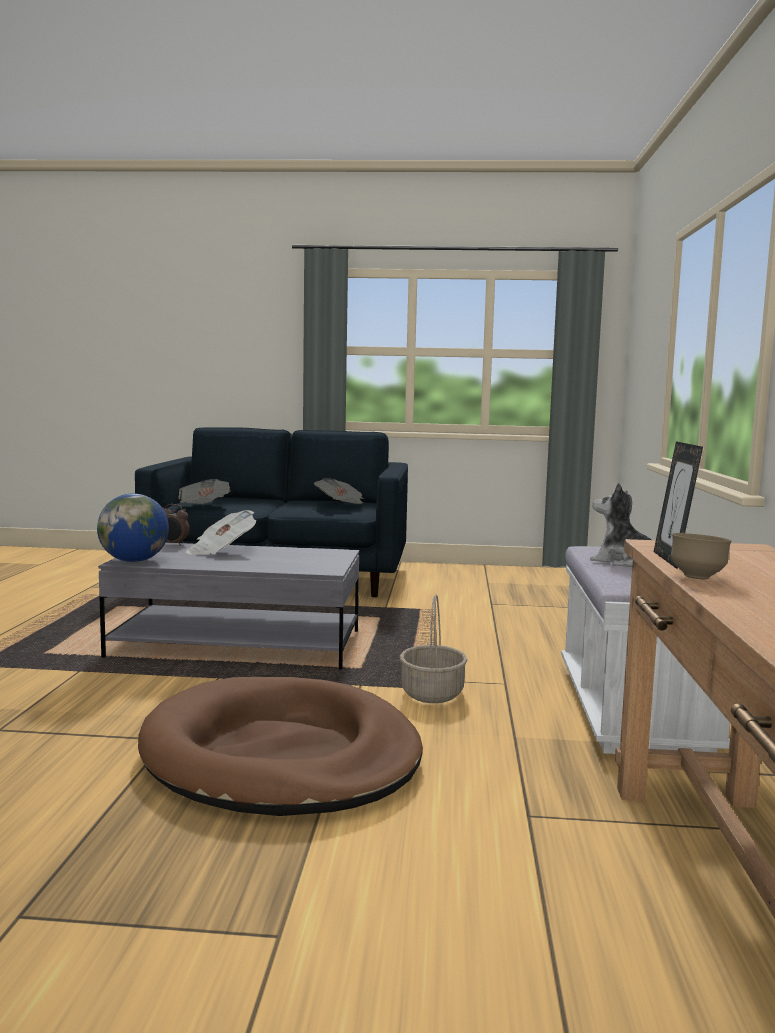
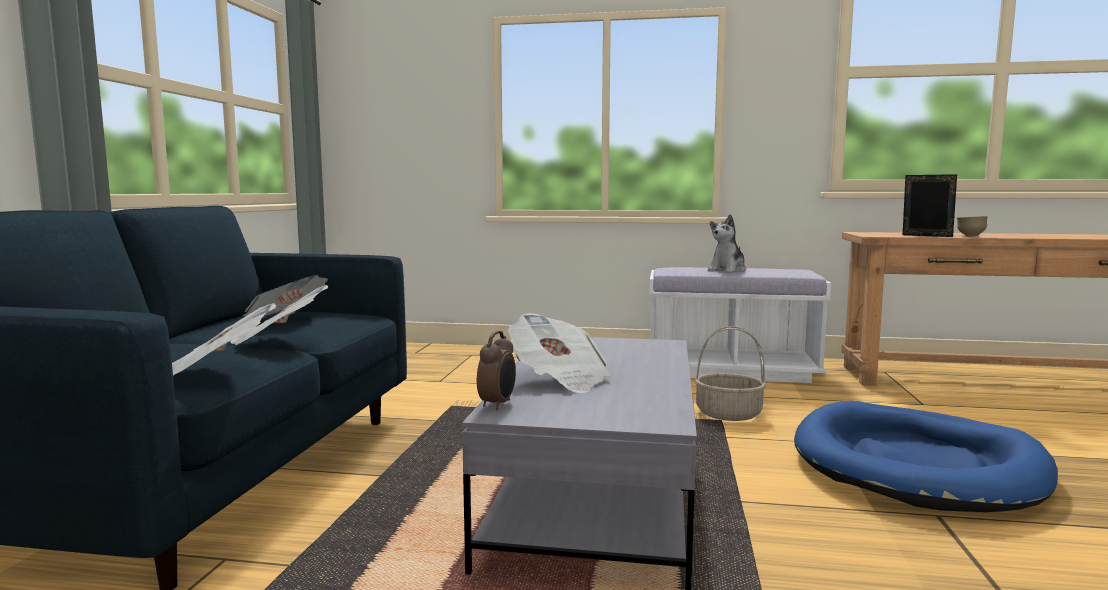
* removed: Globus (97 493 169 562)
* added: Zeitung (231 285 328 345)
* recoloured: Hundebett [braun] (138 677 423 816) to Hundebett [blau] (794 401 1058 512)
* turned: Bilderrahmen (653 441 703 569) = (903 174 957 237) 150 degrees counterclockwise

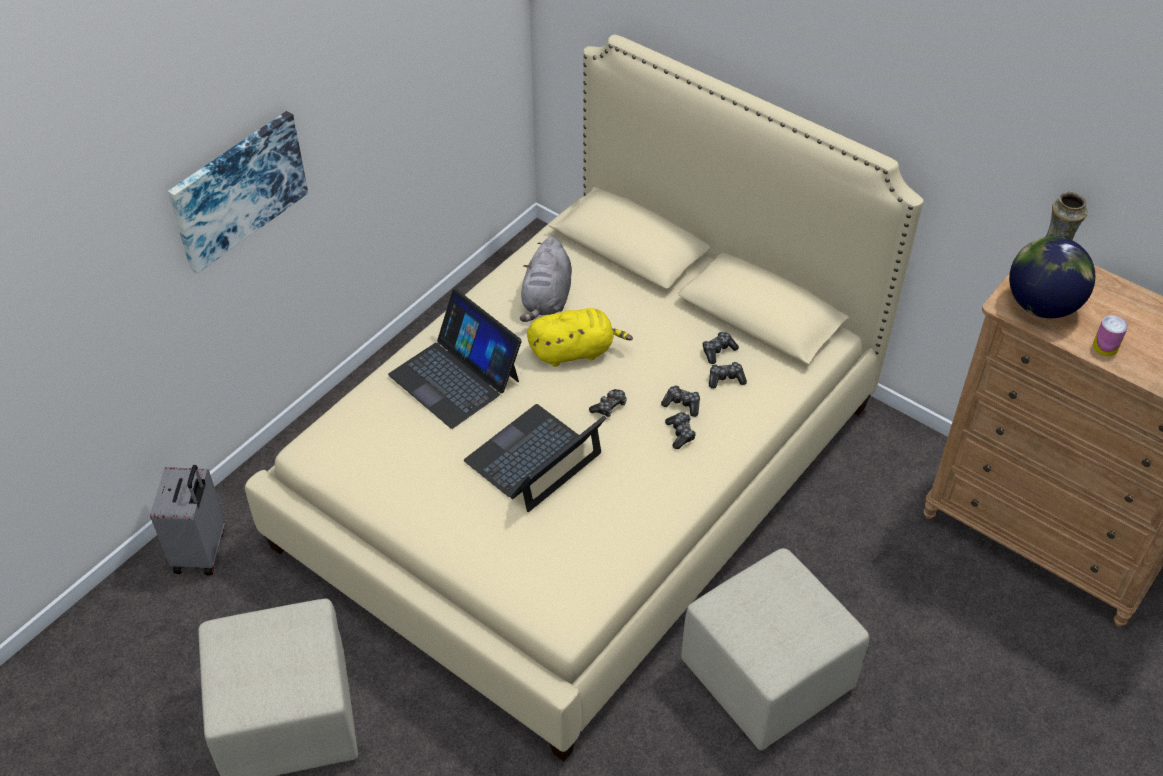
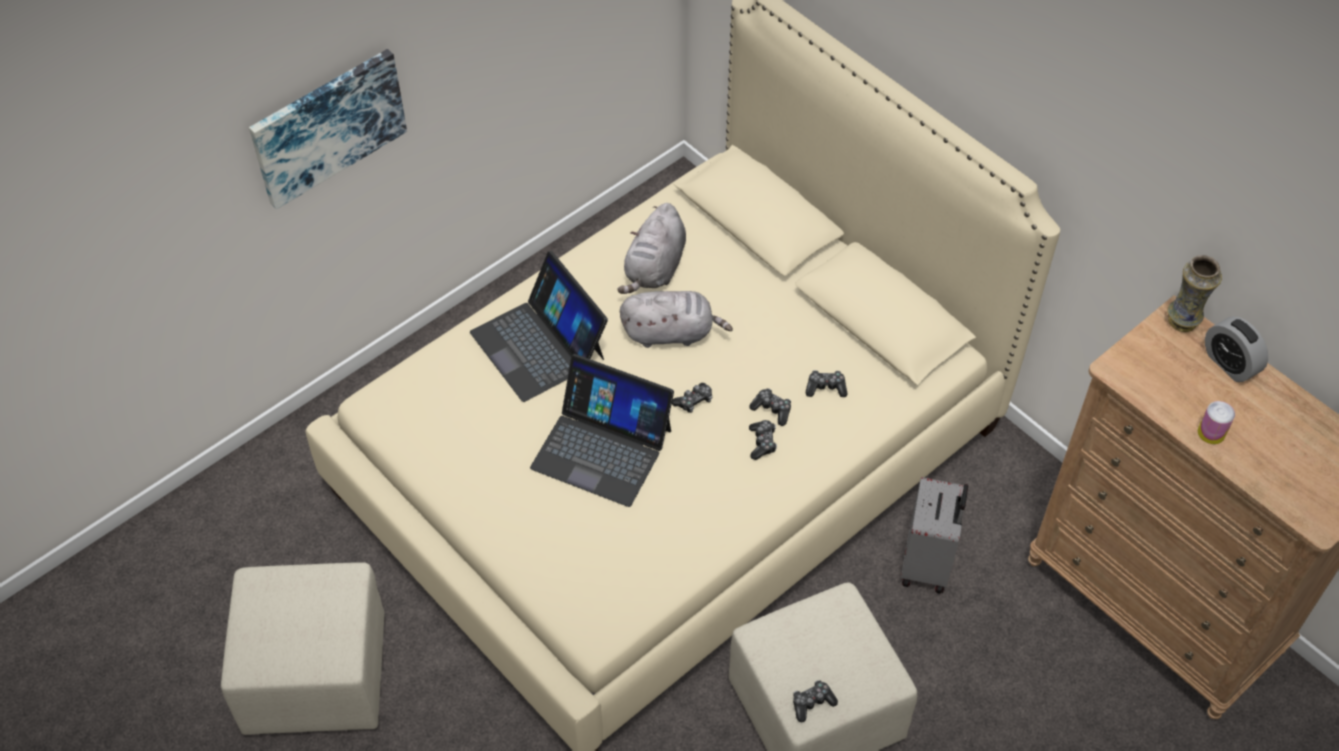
* removed: Globus (1009 236 1095 318)
* added: Wecker (1205 316 1268 382)
* moved: Koffer [grau] (150 465 225 575) to (901 477 968 594)
* moved: Gamepad (703 332 739 364) to (793 680 838 723)
* recoloured: Plüschtier [gelb] (527 308 633 367) to Plüschtier [grau] (620 291 733 348)
* turned: Laptop (464 404 606 512) = (530 354 674 507) 120 degrees counterclockwise

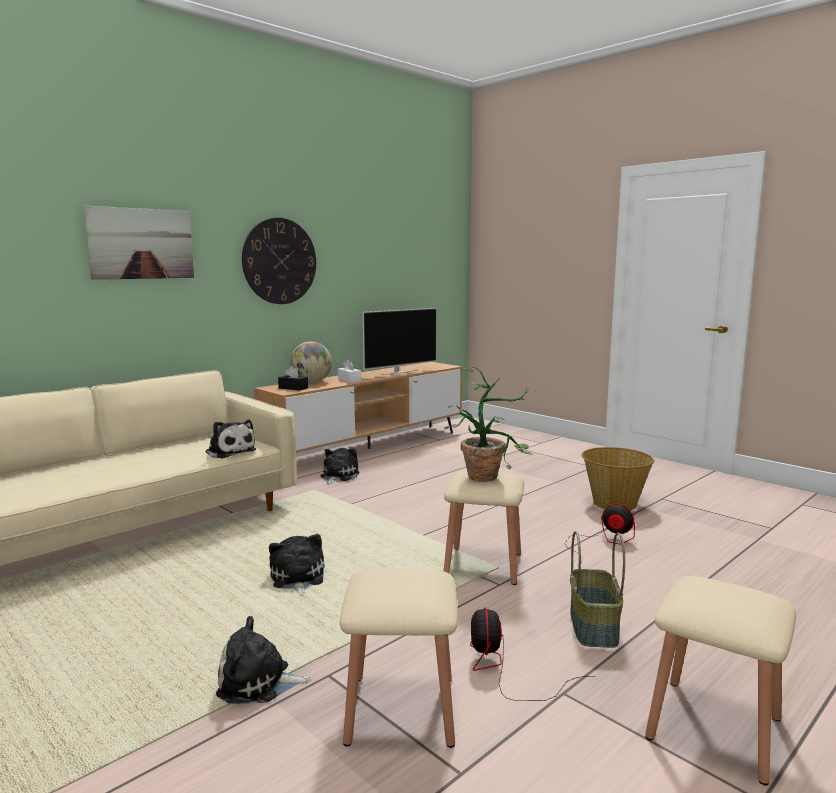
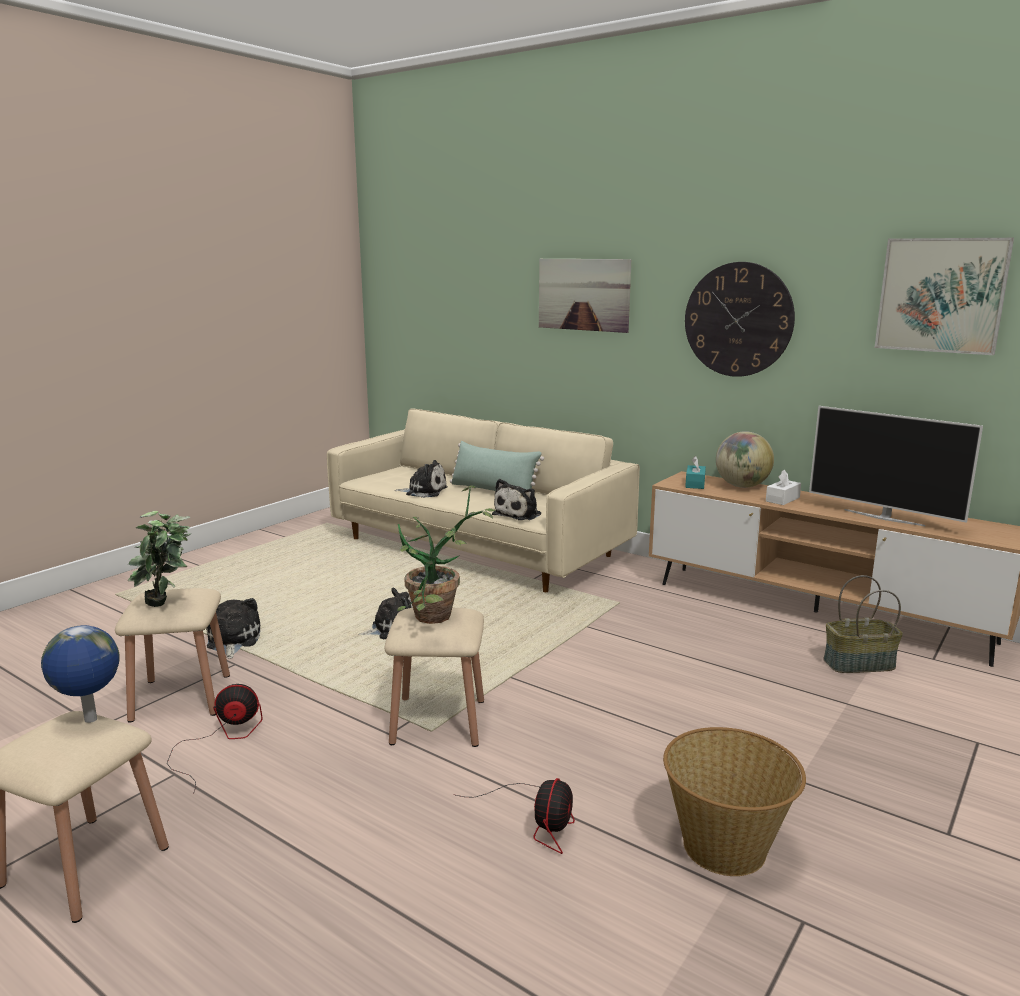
* added: Globus (41 625 120 723)
* added: Topfpflanze (128 511 191 607)
* added: Kissen [grün] (450 441 544 491)
* added: Bild (874 238 1014 355)
* moved: Plüschtier (320 448 360 485) to (394 460 448 498)
* moved: Korb (570 531 625 648) to (823 575 903 673)
* recoloured: Taschentuchbox [schwarz] (278 366 308 391) to Taschentuchbox [türkis] (685 456 706 489)

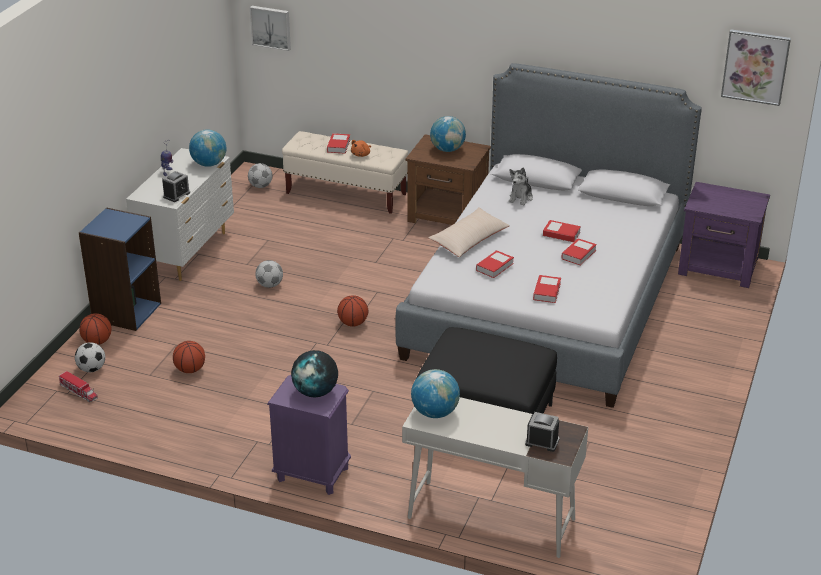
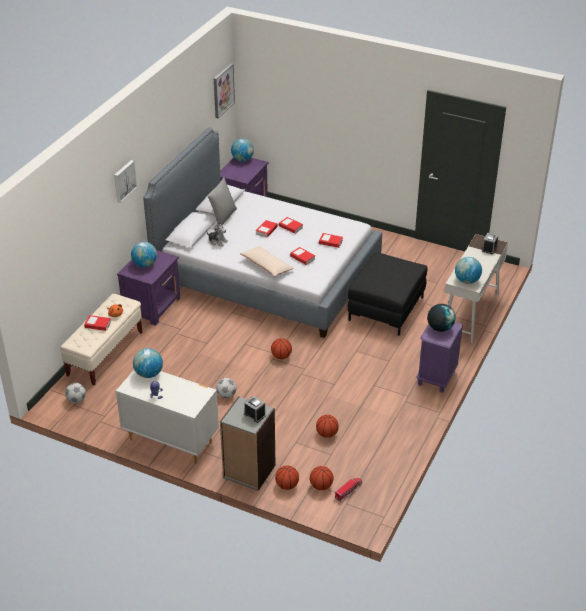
* added: Kissen [grau] (208 178 237 226)
* added: Globus (231 139 254 162)
* moved: Wecker (162 171 190 202) to (244 396 266 423)
* moved: Bild (250 6 291 51) to (114 160 137 203)
* replaced: Fußball (75 342 105 372) to Basketball (310 466 334 490)
* recoloured: Bücherregal [blau] (79 207 161 331) to Bücherregal [grau] (220 396 275 491)
* recoloured: Nachttisch [braun] (405 134 491 225) to Nachttisch [lila] (117 250 180 326)

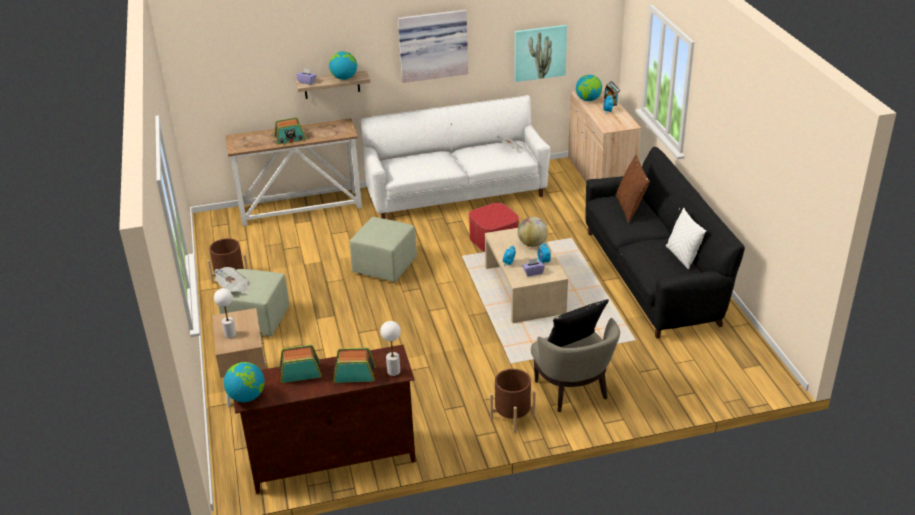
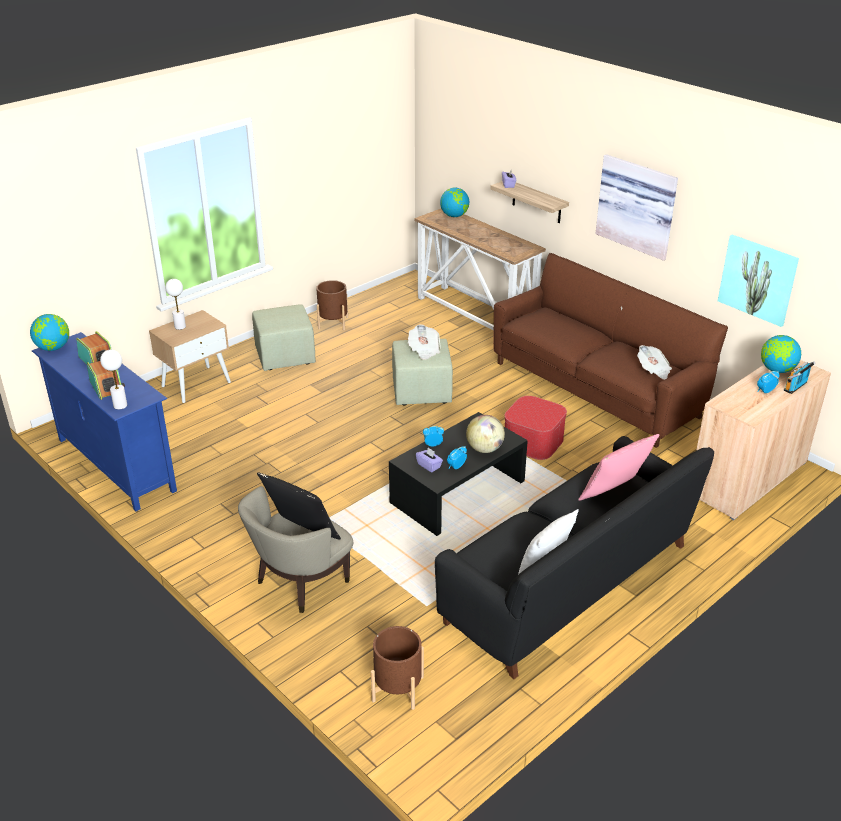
* removed: Radio (274 117 306 145)
* moved: Zeitung (214 267 249 293) to (408 324 441 360)
* moved: Globus (329 51 357 80) to (440 188 469 217)
* moved: Pflanzkübel [braun] (490 369 536 433) to (371 626 424 710)
* recoloured: Fernsehschrank [braun] (234 345 416 494) to Fernsehschrank [blau] (32 332 177 511)
* recoloured: Sofa [weiß] (360 95 550 219) to Sofa [braun] (493 253 728 448)
* recoloured: Couchtisch [beige] (485 228 568 323) to Couchtisch [schwarz] (389 412 528 536)
* recoloured: Kissen [braun] (616 155 650 223) to Kissen [rosa] (578 434 659 501)

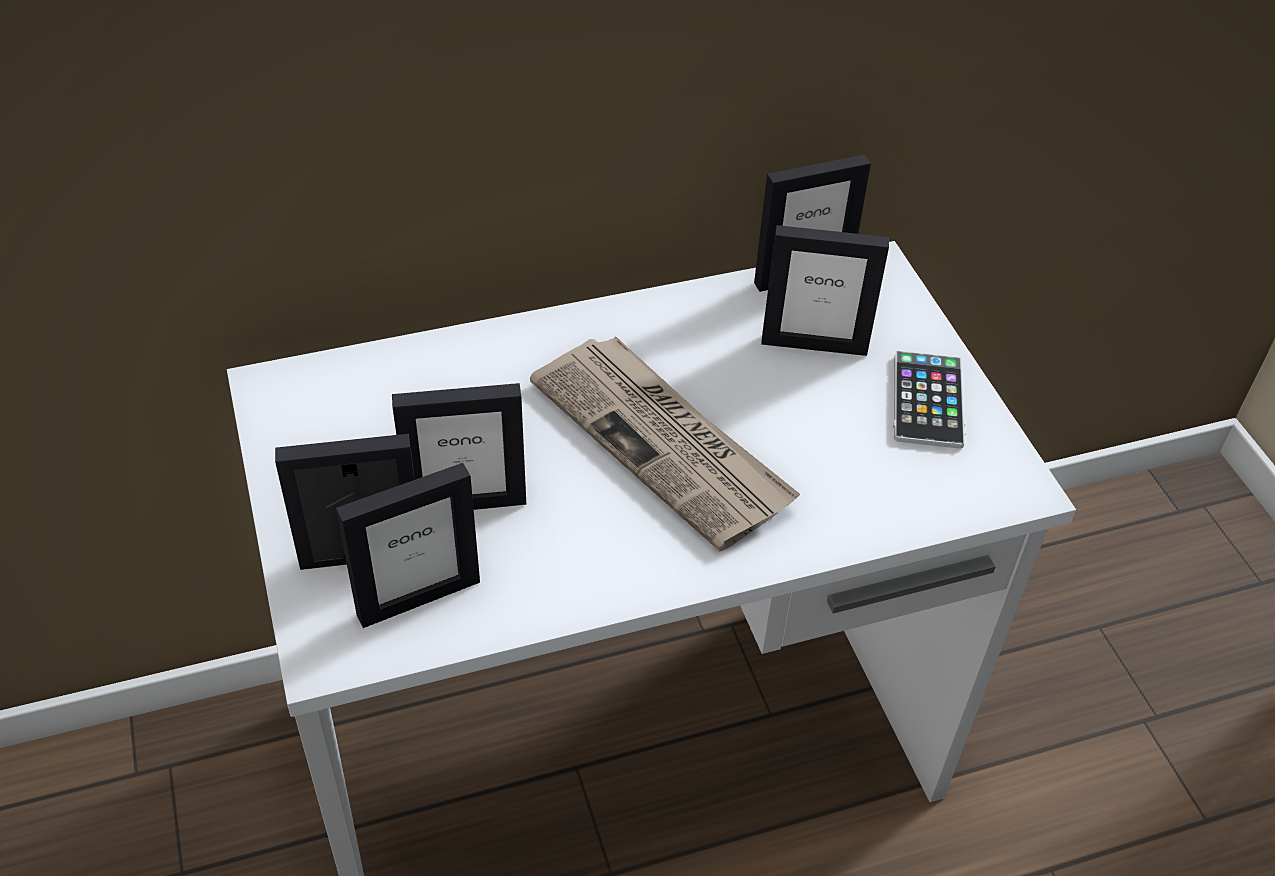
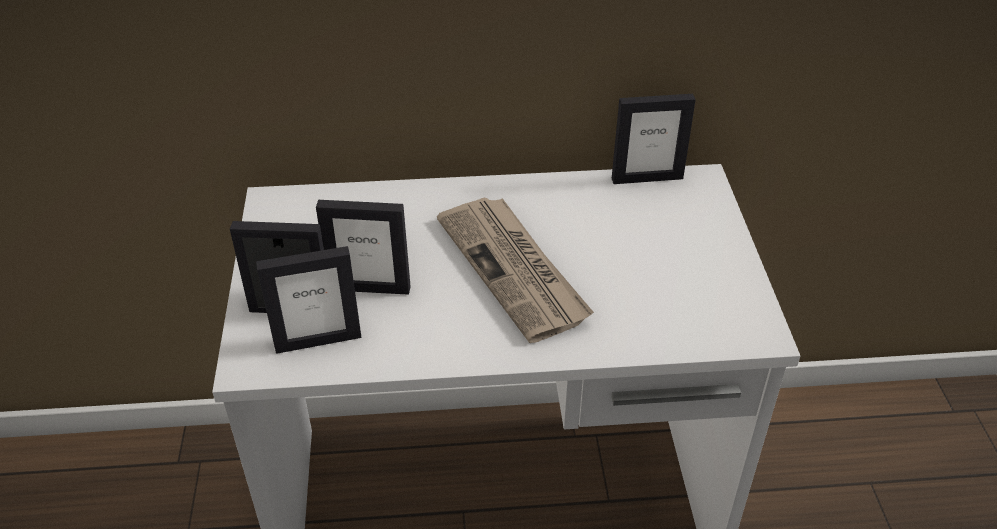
* removed: Bilderrahmen (761 225 889 356)
* removed: Handy (893 350 966 449)

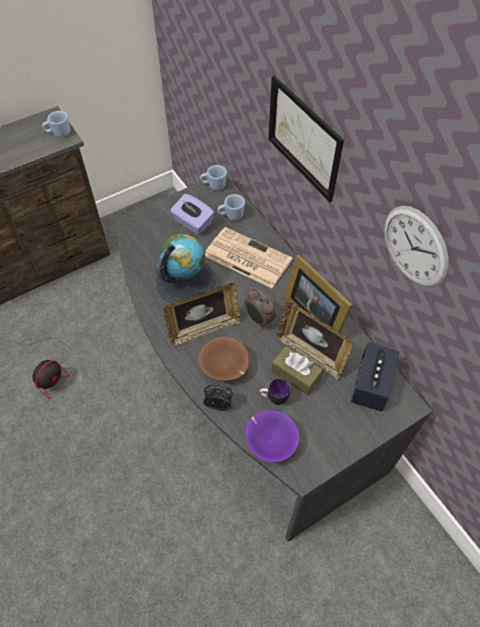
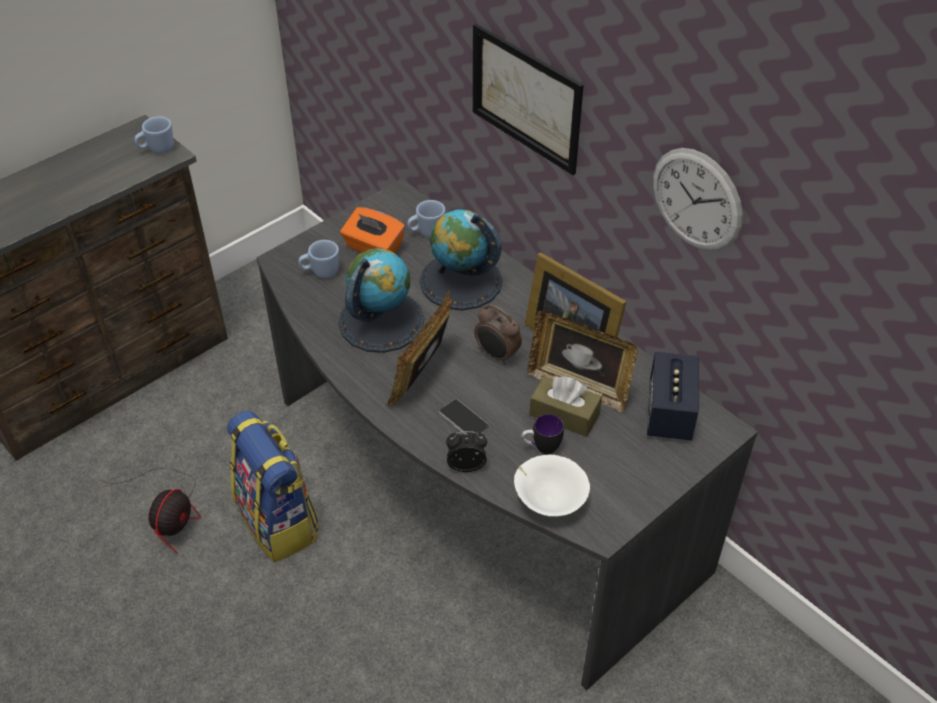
* added: Rucksack (227 410 319 562)
* moved: Henkelbecher [blau] (200 165 227 191) to (299 240 339 279)
* replaced: Schüssel [braun] (199 337 249 381) to Handy (439 399 490 435)
* replaced: Zeitung (205 227 292 288) to Globus (420 209 503 310)
* recoloured: Taschentuchbox [lila] (170 194 215 235) to Taschentuchbox [orange] (340 207 405 253)
* recoloured: Schüssel [lila] (245 410 299 462) to Schüssel [weiß] (514 455 590 517)
* turned: Bilderrahmen (163 283 241 346) = (386 291 452 406) 150 degrees clockwise

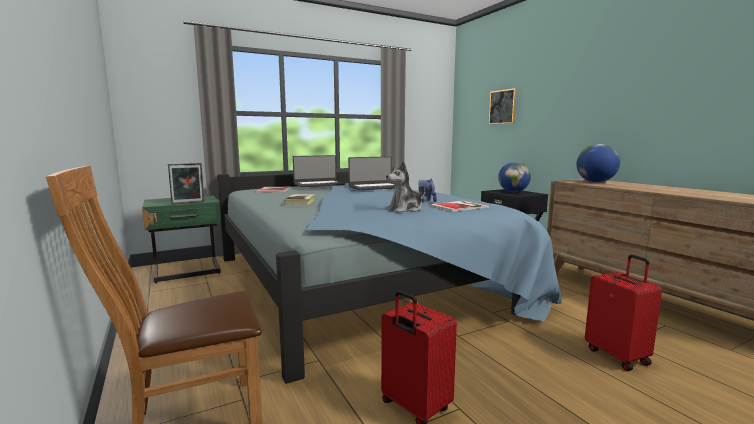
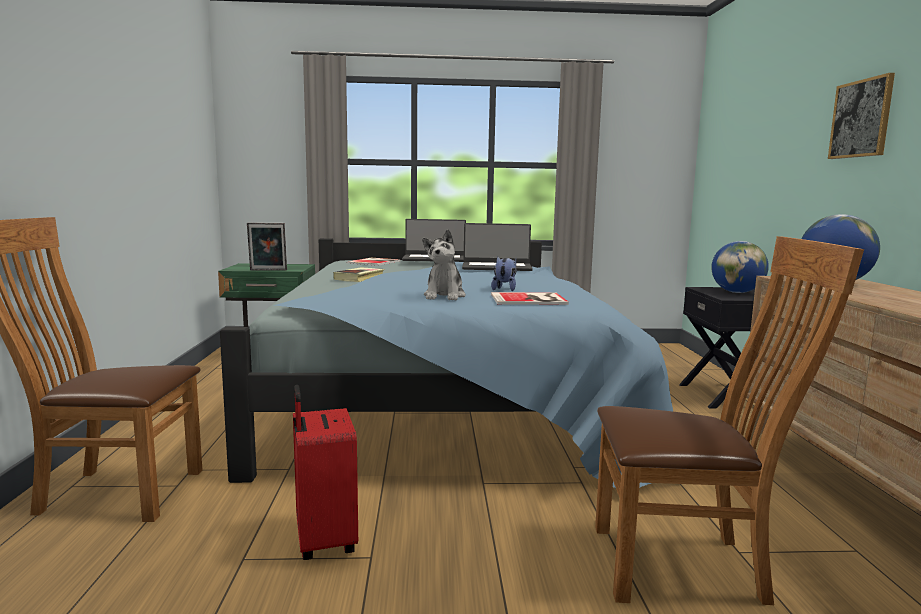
* moved: Bild (489 88 517 124) to (828 73 895 159)
* replaced: Koffer [rot] (585 254 662 371) to Stuhl [braun] (595 236 864 605)
* turned: Plüschtier (386 162 425 213) = (422 229 466 300) 75 degrees counterclockwise

